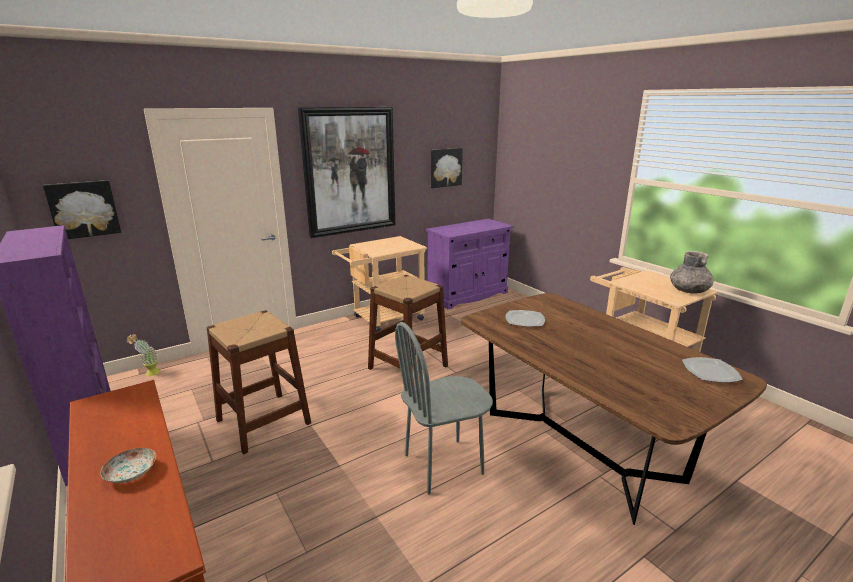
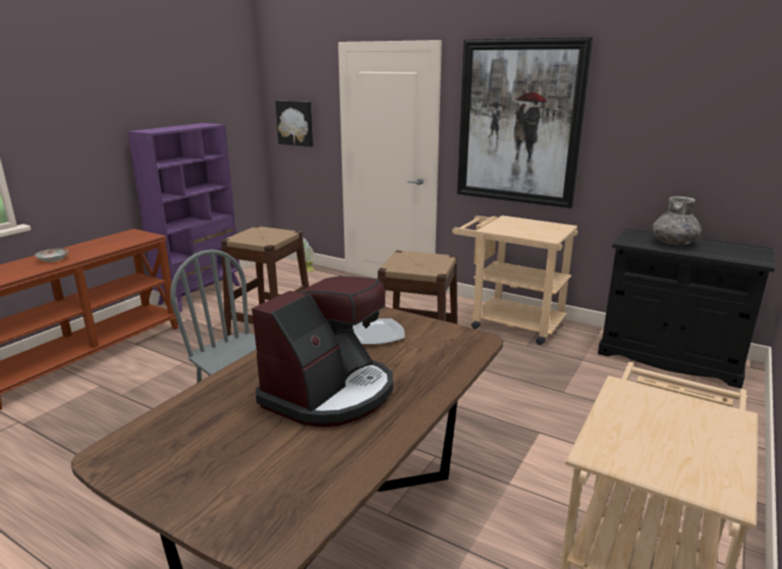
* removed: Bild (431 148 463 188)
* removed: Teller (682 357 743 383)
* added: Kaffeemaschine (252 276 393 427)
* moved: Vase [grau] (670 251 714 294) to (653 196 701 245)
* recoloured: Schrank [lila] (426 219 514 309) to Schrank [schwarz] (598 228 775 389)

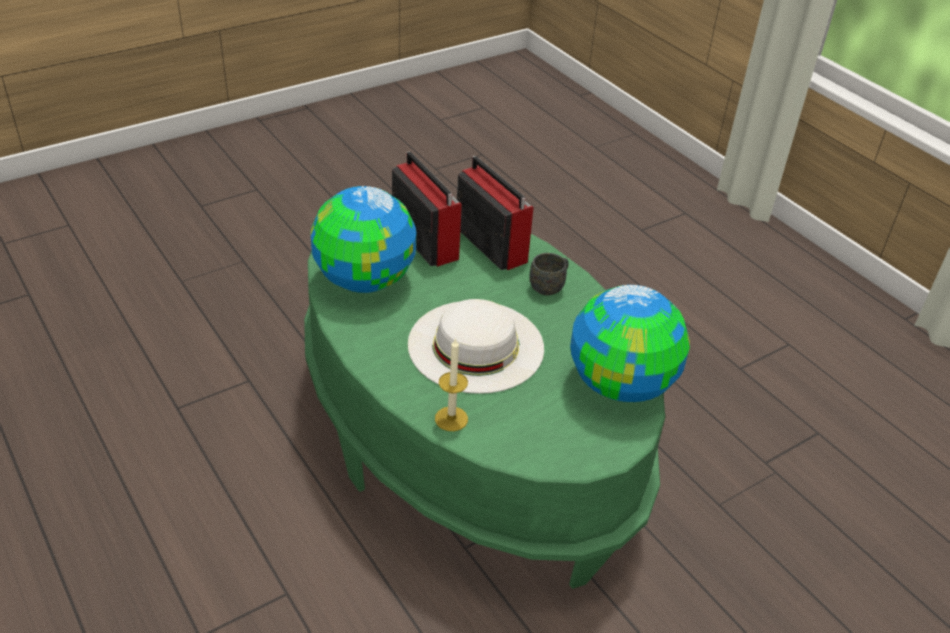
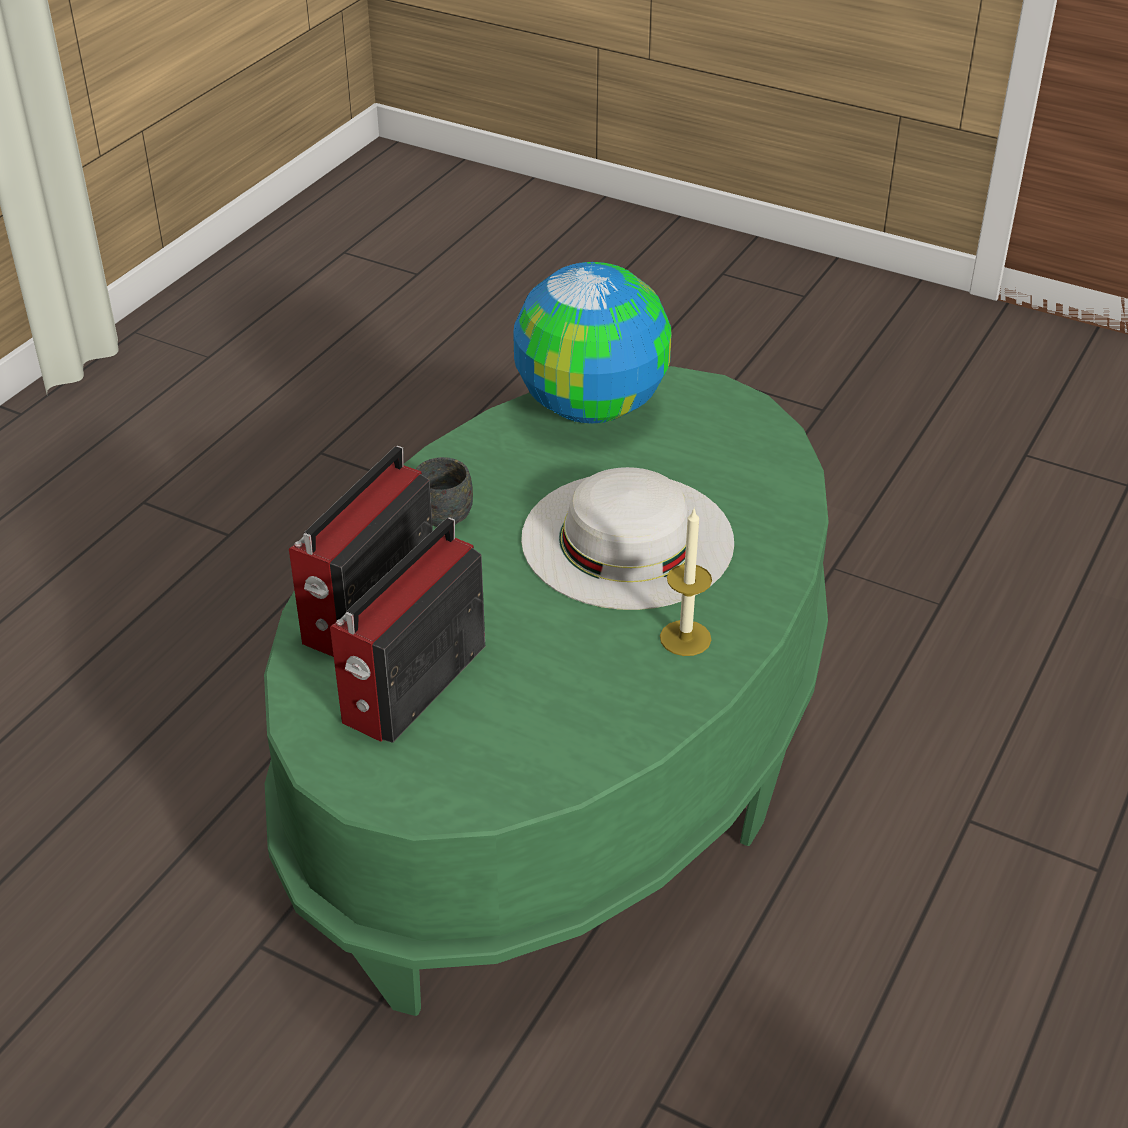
* removed: Globus (311 186 416 293)
* moved: Kerze (435 338 468 431) to (660 507 712 656)

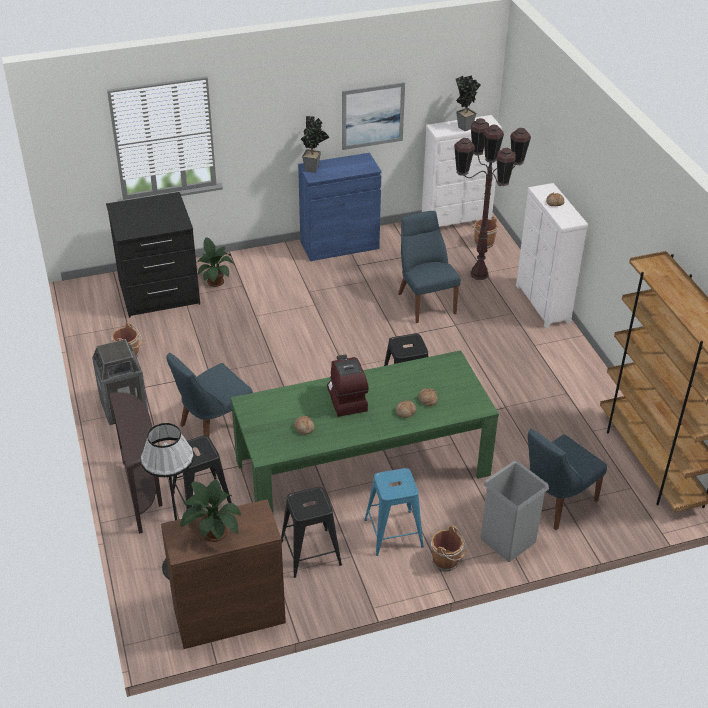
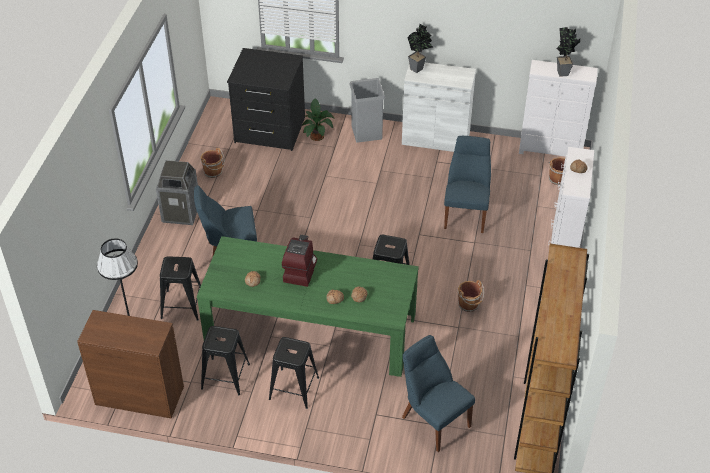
* removed: Konsolentisch [braun] (110 392 163 534)
* removed: Topfpflanze (180 480 241 542)
* removed: Bild (342 82 405 150)
* removed: Stehlampe [braun] (454 118 531 280)
* moved: Eimer [braun] (431 525 467 571) to (458 280 484 312)
* moved: Mülleimer [grau] (480 460 549 562) to (349 78 385 143)
* recoloured: Schrank [blau] (298 153 382 261) to Schrank [weiß] (402 63 476 152)
* recoloured: Hocker [blau] (364 468 424 556) to Hocker [schwarz] (269 337 319 409)
* turned: Stuhl [blau] (528 429 607 530) = (402 335 475 452) 60 degrees clockwise

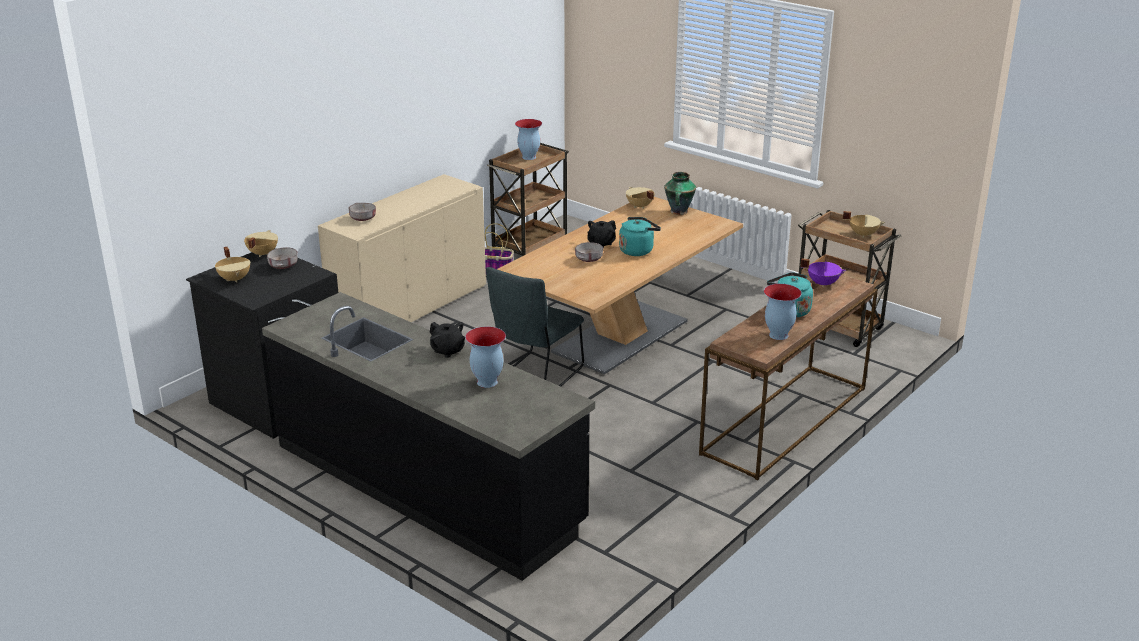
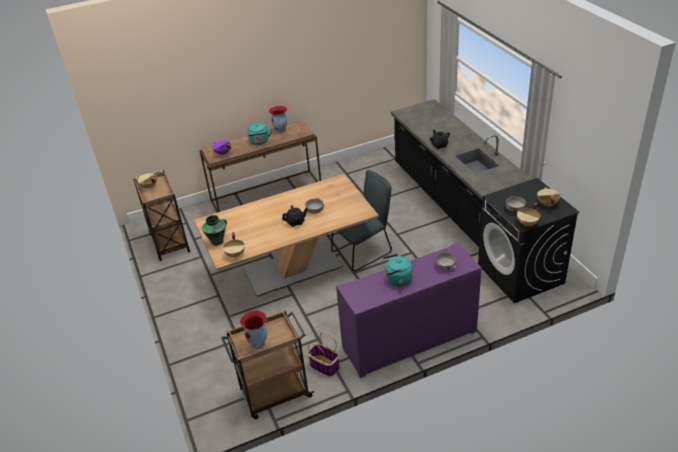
* removed: Vase (465 326 506 388)
* moved: Wasserkessel [türkis] (619 217 661 256) to (383 254 413 287)
* recoloured: Schrank [beige] (318 174 486 322) to Schrank [lila] (336 243 482 378)

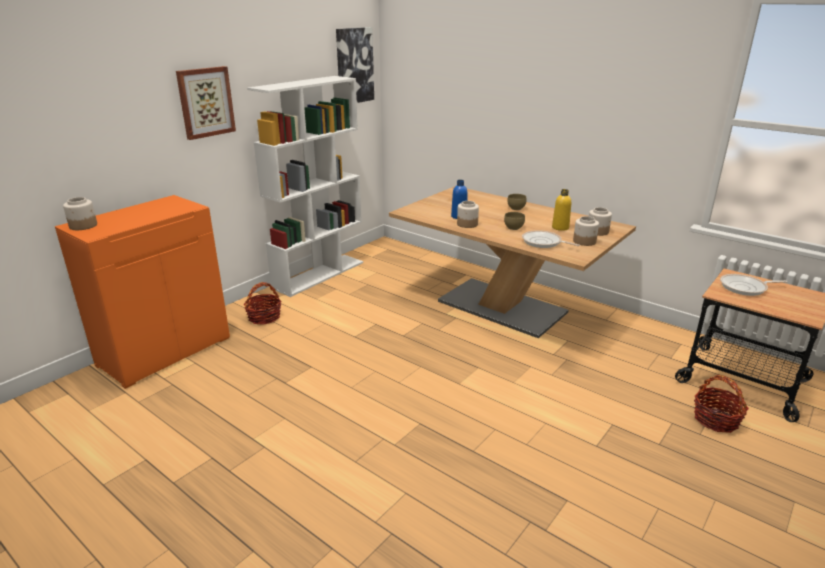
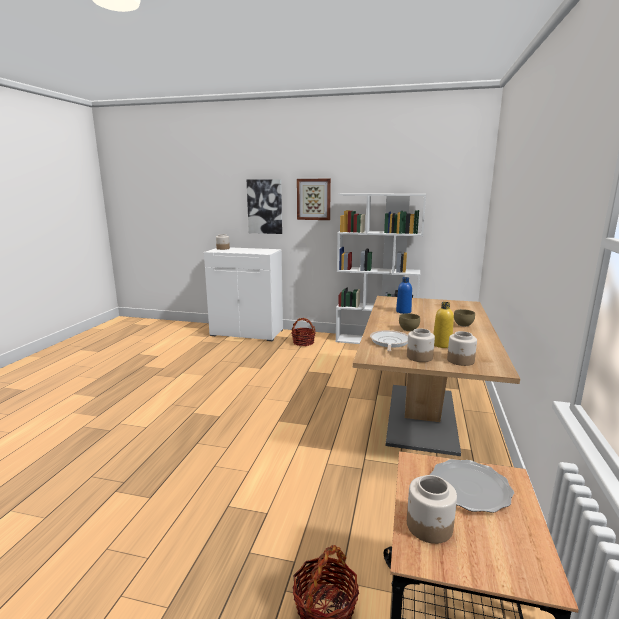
* moved: Bild (336 27 374 103) to (247 179 282 234)
* moved: Vorratsglas (457 201 479 228) to (407 475 457 544)
* replaced: Pfanne (720 274 788 296) to Teller (430 459 514 513)
* recoloured: Schrank [orange] (55 195 230 389) to Schrank [weiß] (204 247 283 341)

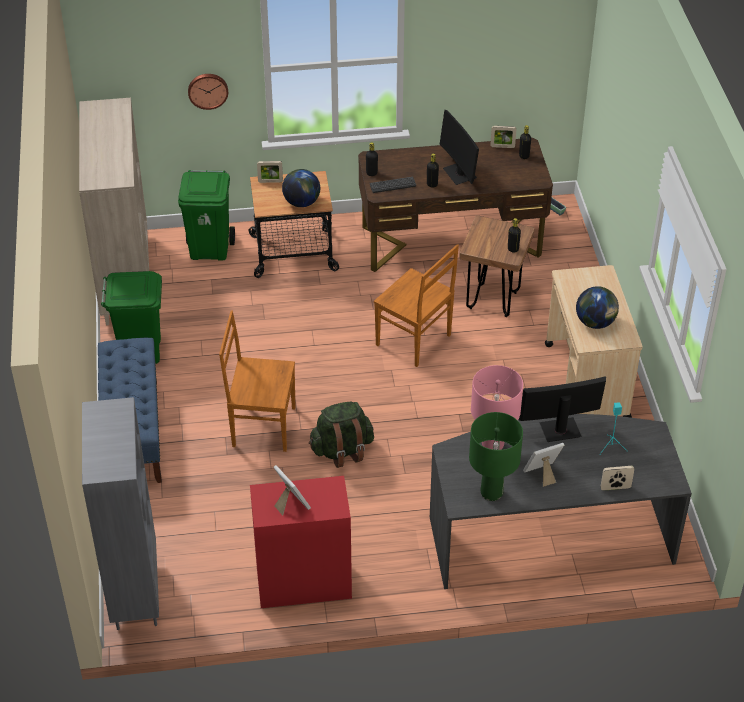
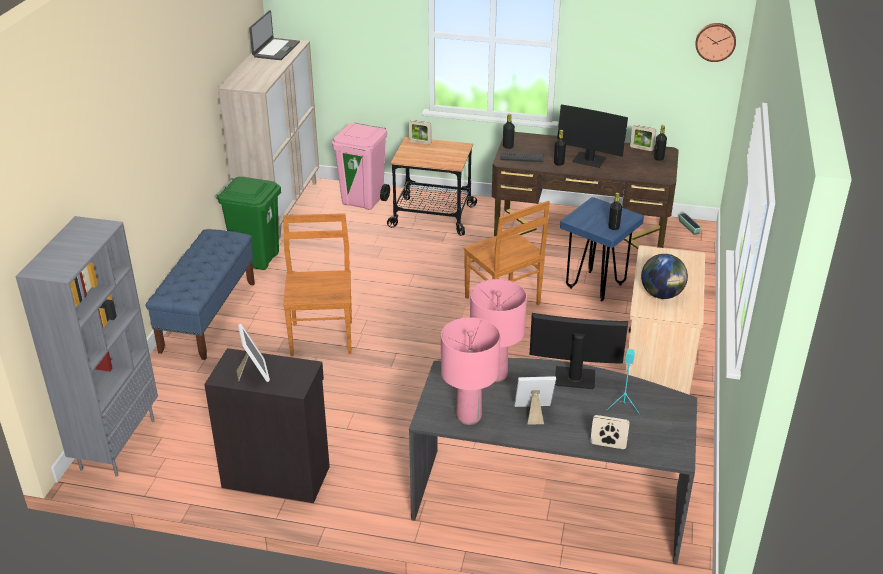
* removed: Globus (282 169 320 207)
* removed: Rucksack [grün] (309 402 374 468)
* added: Laptop (249 10 300 60)
* moved: Wanduhr (188 74 228 110) to (696 23 736 62)
* recoloured: Mülleimer [grün] (178 170 235 260) to Mülleimer [rosa] (332 123 390 210)
* recoloured: Schrank [rot] (250 476 352 608) to Schrank [schwarz] (204 348 330 503)
* recoloured: Hocker [braun] (459 216 534 317) to Hocker [blau] (560 197 644 302)
* recoloured: Tischlampe [grün] (469 412 523 501) to Tischlampe [rosa] (441 317 500 425)
* turned: Stuhl [braun] (219 310 295 452) = (283 213 352 356) 60 degrees clockwise
* turned: Monitor (440 110 479 185) = (557 104 628 168) 60 degrees counterclockwise

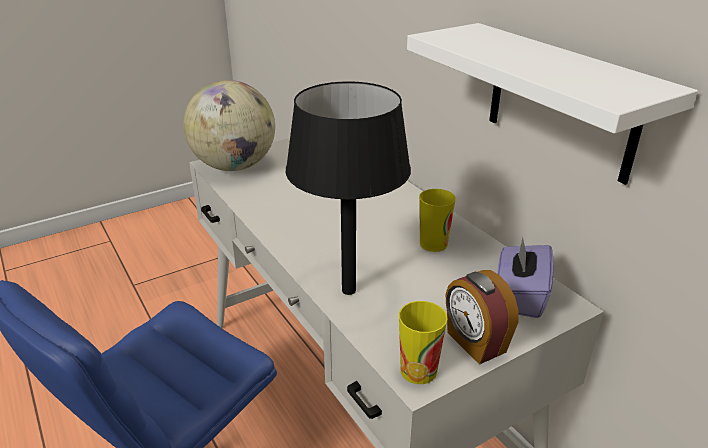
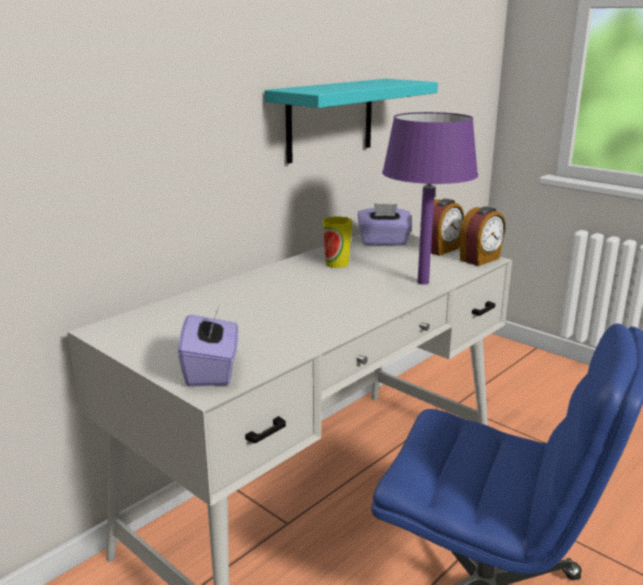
* replaced: Globus (184 80 275 171) to Taschentuchbox [lila] (178 307 238 387)
* replaced: Tasse (399 301 448 384) to Wecker (459 207 506 266)
* recoloured: Tischlampe [schwarz] (286 81 411 295) to Tischlampe [lila] (382 112 478 285)
* recoloured: Wandregal [weiß] (407 23 698 185) to Wandregal [türkis] (265 79 438 164)

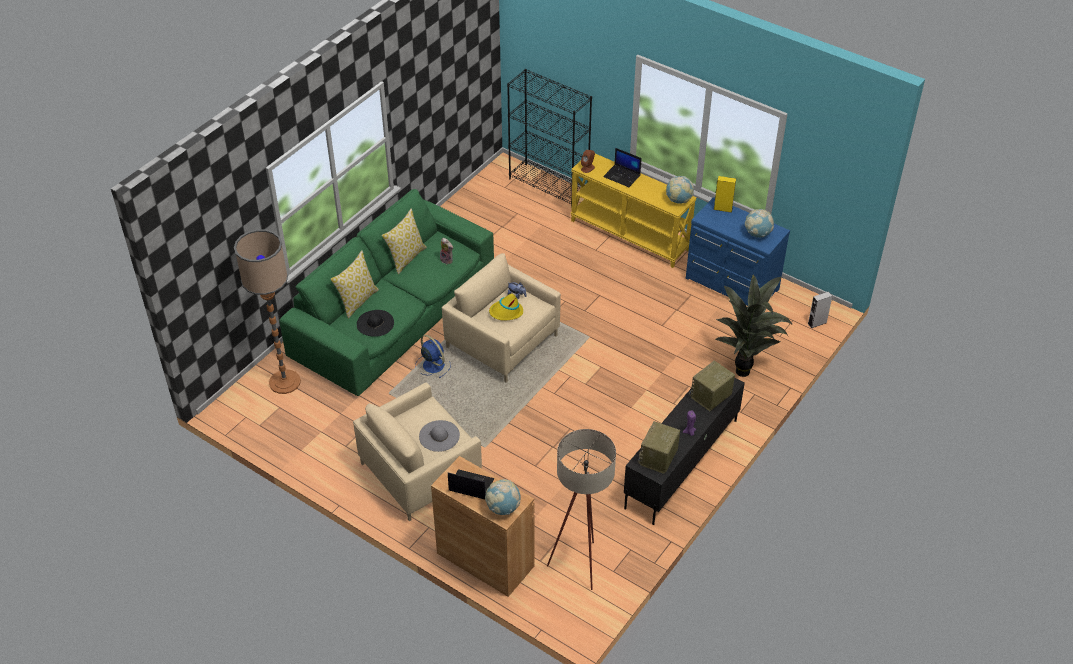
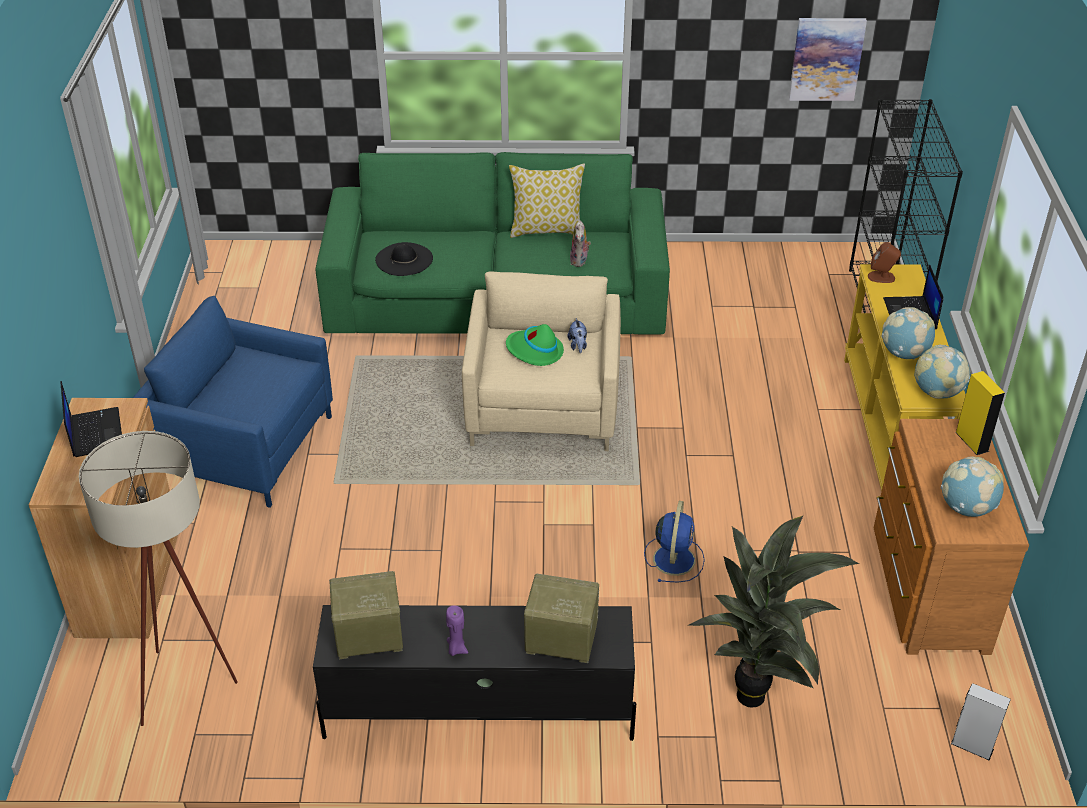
* removed: Stehlampe (234 229 301 394)
* removed: Kissen (330 251 379 319)
* removed: Hut [grau] (419 420 460 452)
* added: Bild (789 18 867 101)
* moved: Ventilator [blau] (415 335 451 378) to (644 501 705 583)
* moved: Globus (485 479 520 515) to (881 307 935 359)
* recoloured: Sessel [beige] (353 383 482 522) to Sessel [blau] (133 296 333 508)
* recoloured: Hut [gelb] (489 294 523 321) to Hut [grün] (506 324 564 366)
* recoloured: Kommode [blau] (686 197 790 306) to Kommode [braun] (874 419 1029 655)

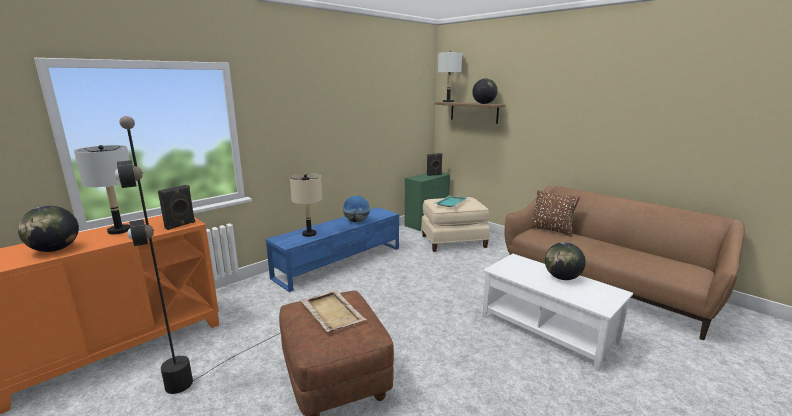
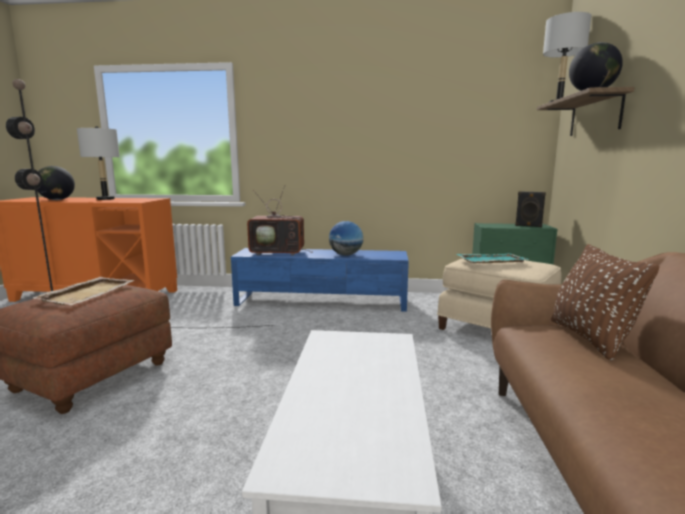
* removed: Lautsprecher [schwarz] (158 185 195 230)
* removed: Globus (545 242 586 280)
* replaced: Tischlampe [beige] (290 173 322 237) to Fernseher (247 186 313 256)

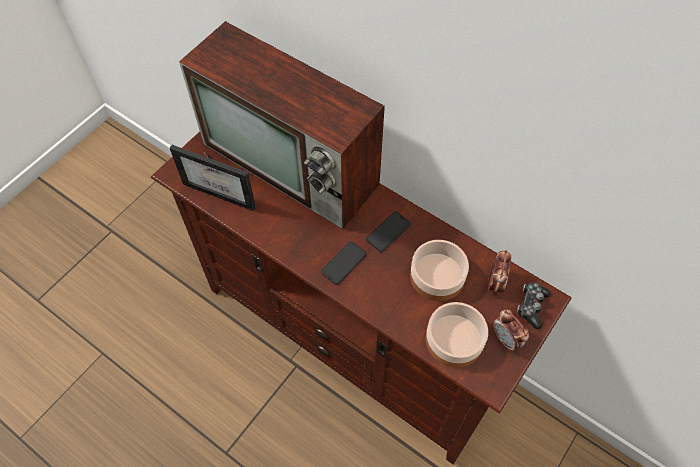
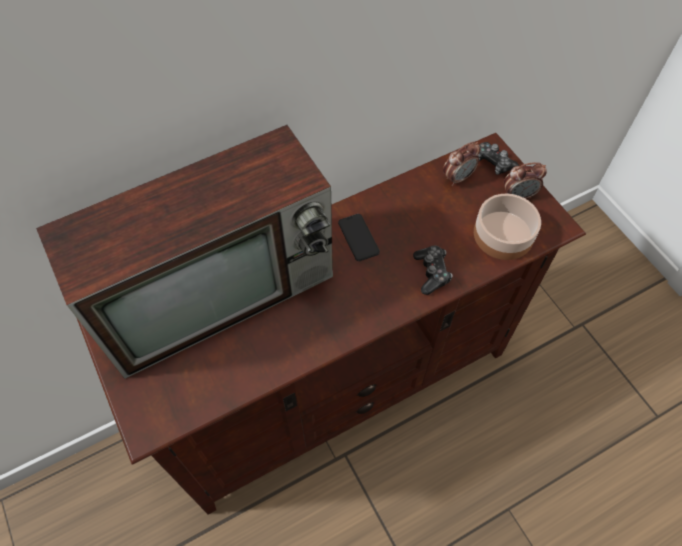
* removed: Bilderrahmen (170 145 256 211)
* removed: Handy (321 241 367 285)
* removed: Schüssel (410 240 469 301)
* added: Gamepad (413 246 452 295)
* turned: Wecker (488 250 511 294) = (443 142 480 186) 105 degrees clockwise

